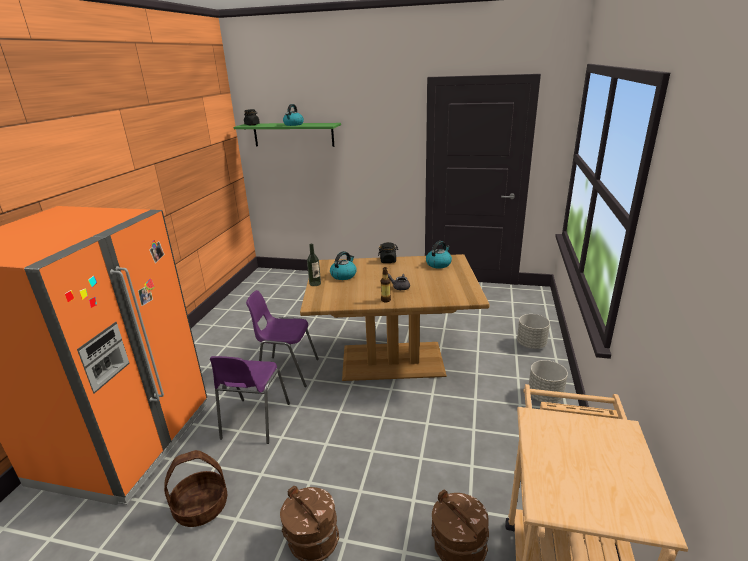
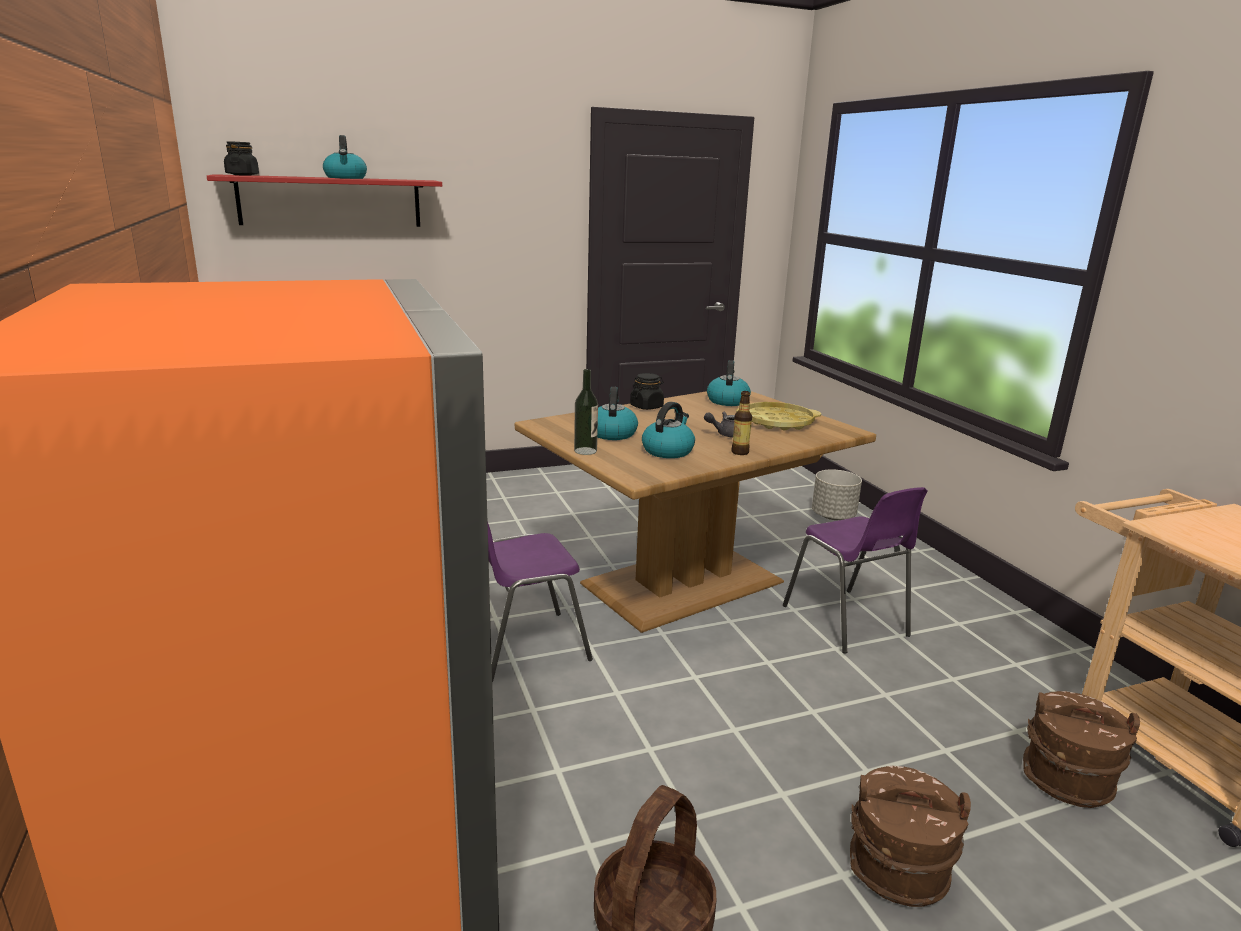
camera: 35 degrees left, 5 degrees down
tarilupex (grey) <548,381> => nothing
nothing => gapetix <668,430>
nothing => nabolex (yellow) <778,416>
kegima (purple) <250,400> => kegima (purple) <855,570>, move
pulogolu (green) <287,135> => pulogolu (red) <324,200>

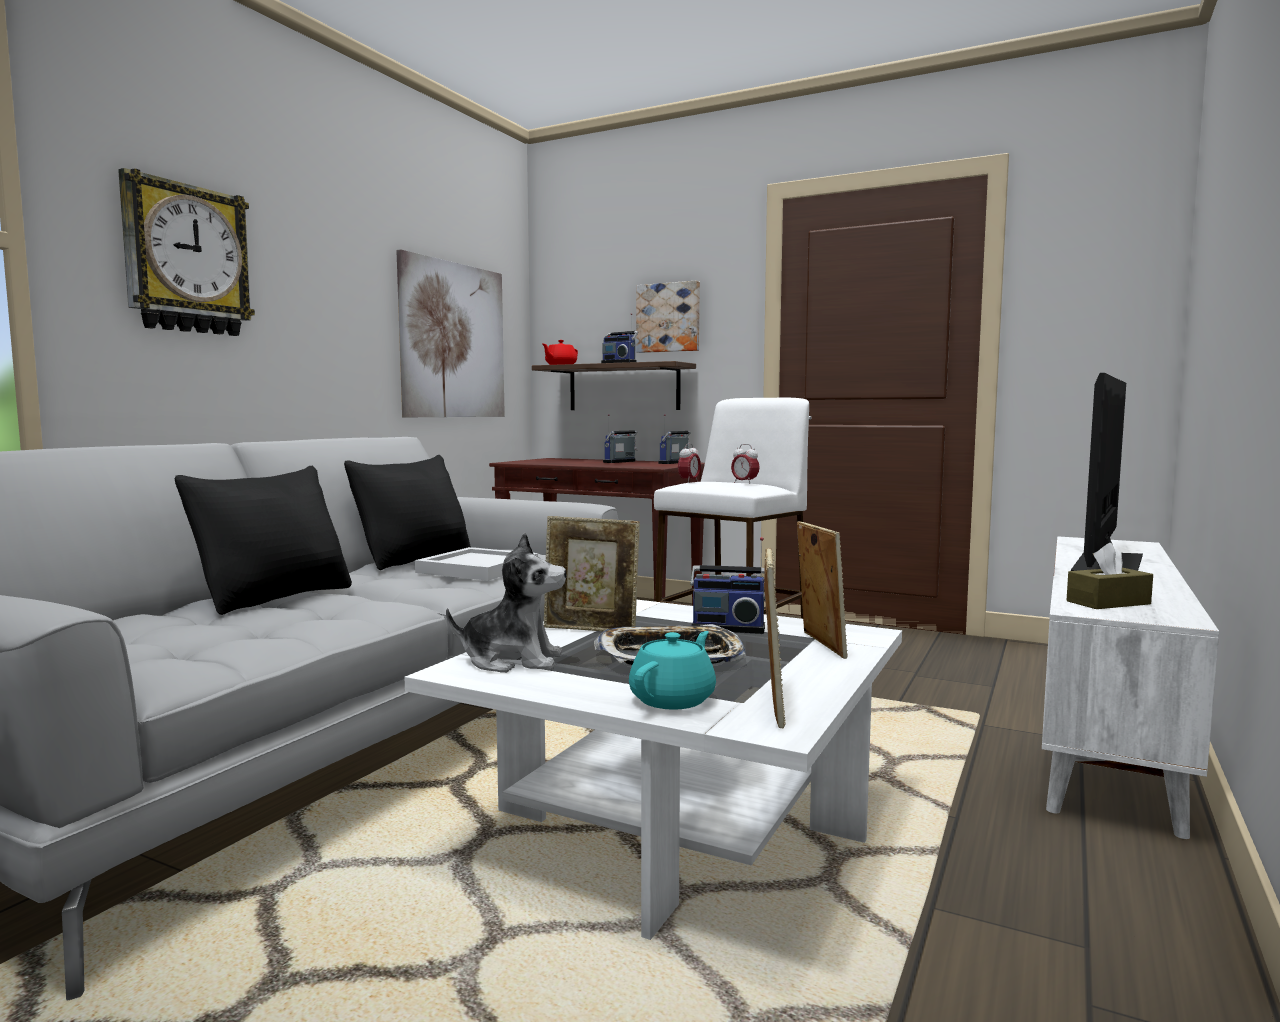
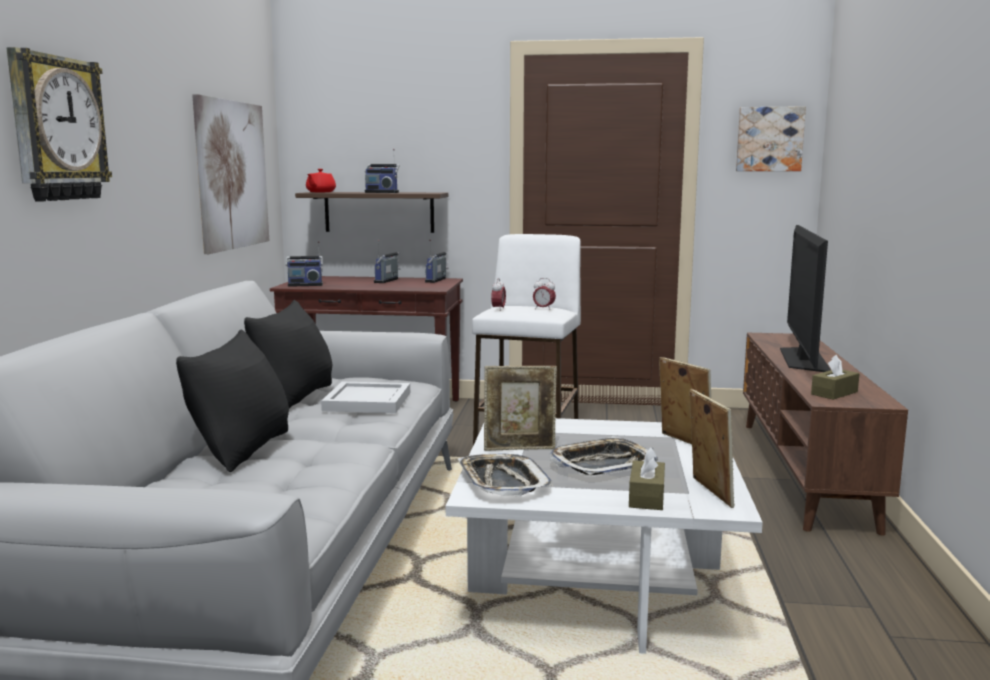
camera: 20 degrees left, 5 degrees up
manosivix <668,317> => manosivix <771,138>, move
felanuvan <727,585> => felanuvan <304,264>, move
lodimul <506,603> => nabolex <505,475>
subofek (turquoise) <672,670> => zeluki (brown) <647,478>
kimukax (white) <1130,687> => kimukax (brown) <825,434>

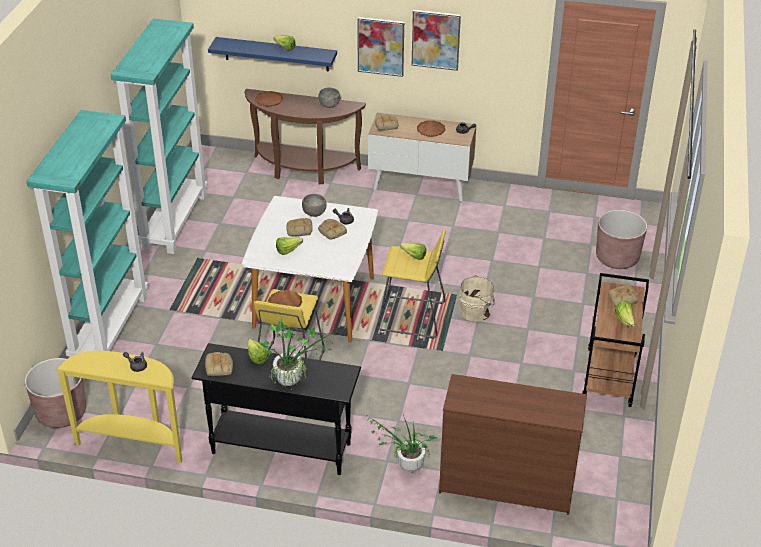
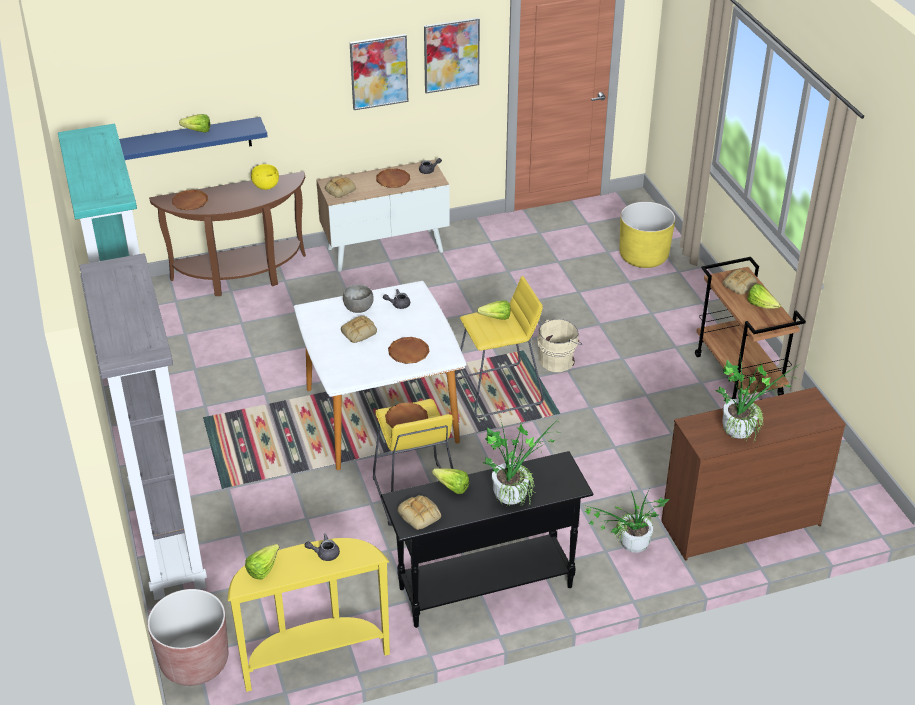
camera: 30 degrees left, 0 degrees up
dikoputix <332,229> => nothing
nothing => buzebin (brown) <409,350>
nothing => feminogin <758,397>
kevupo <289,246> => kevupo <262,561>, move
manosivix <380,47> => manosivix <452,55>, move
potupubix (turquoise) <87,234> => potupubix (grey) <143,426>
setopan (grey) <329,98> => setopan (yellow) <265,177>
tarilupex (brown) <621,239> => tarilupex (yellow) <647,235>

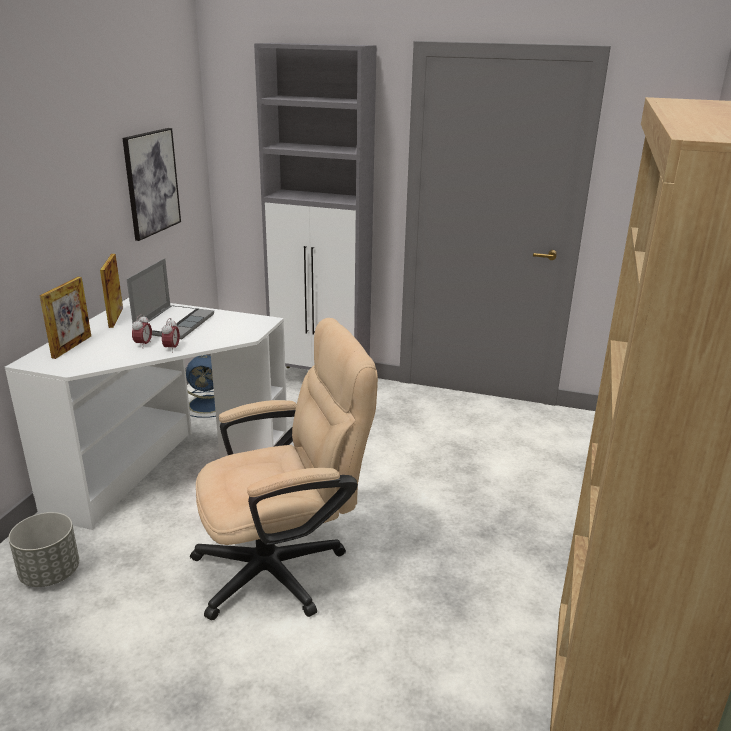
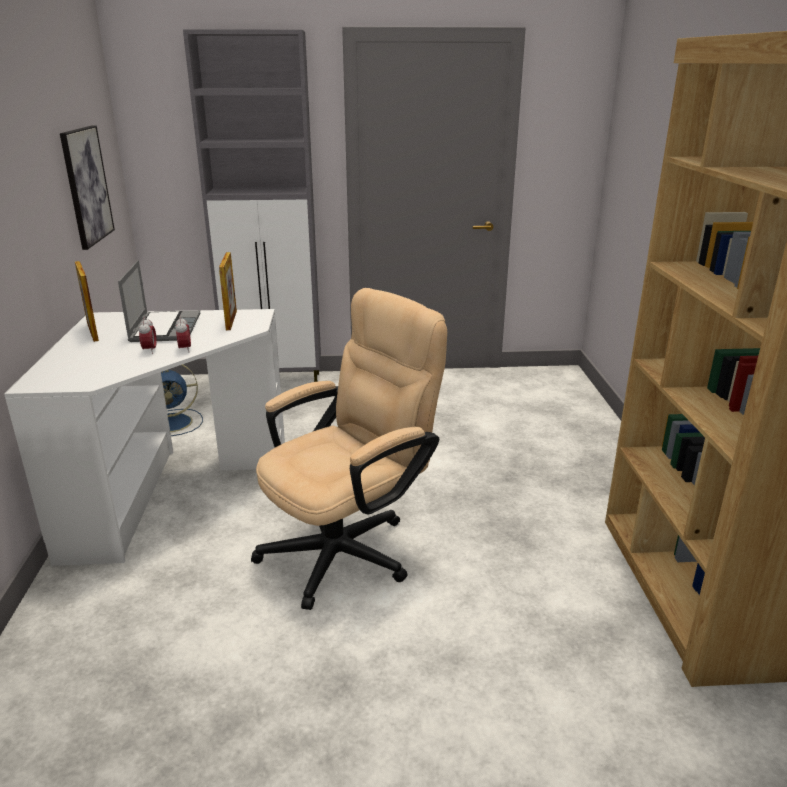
camera: 20 degrees left, 0 degrees up
tarilupex (grey) <44,549> => nothing
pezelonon <65,318> => pezelonon <228,291>, move

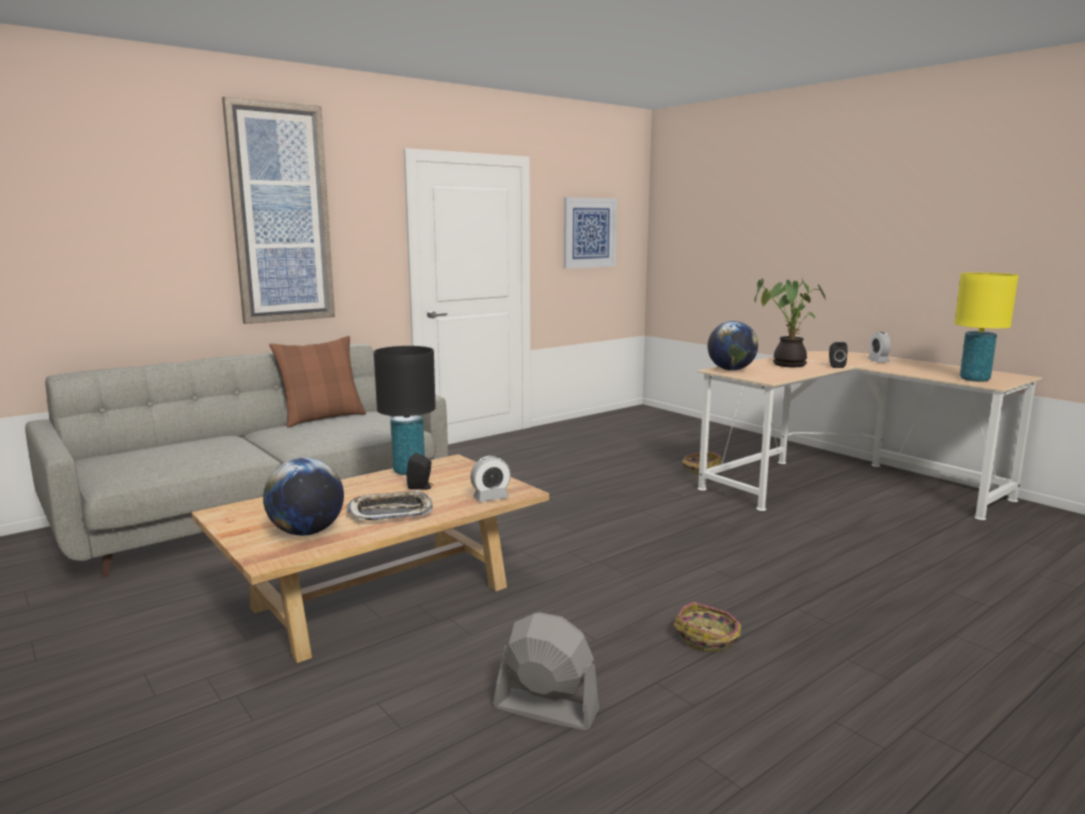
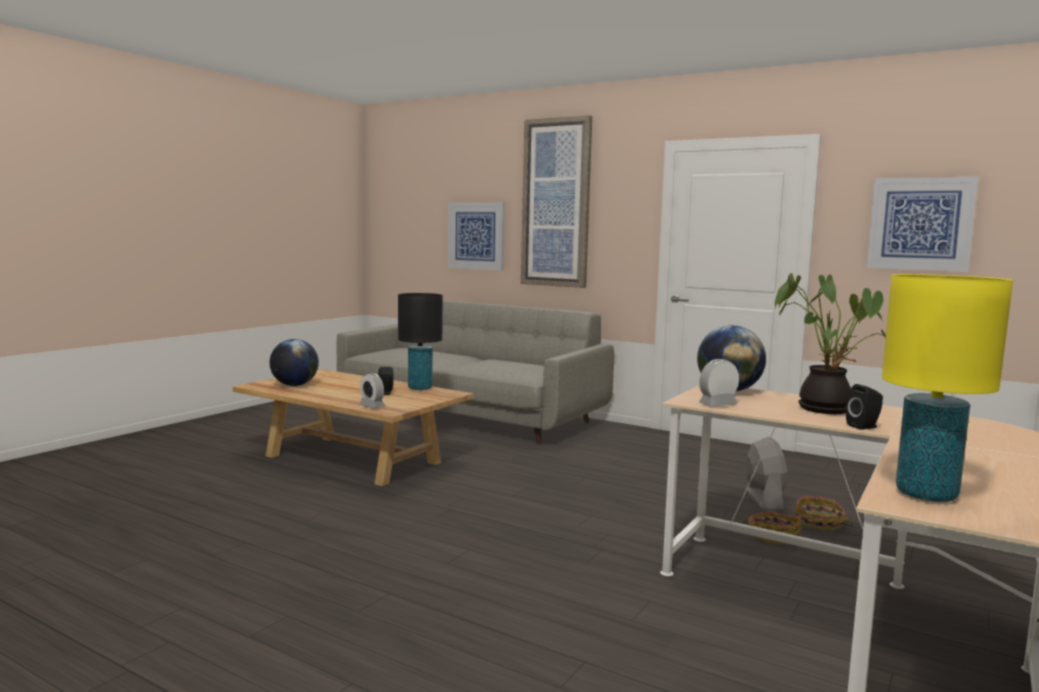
camera: 70 degrees right, 5 degrees down
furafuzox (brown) <317,381> => nothing
nabolex <390,505> => nothing
nothing => manosivix <476,236>
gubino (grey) <546,671> => gubino (grey) <766,473>, move
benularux <707,627> => benularux <825,513>, move
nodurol <879,347> => nodurol <719,383>, move

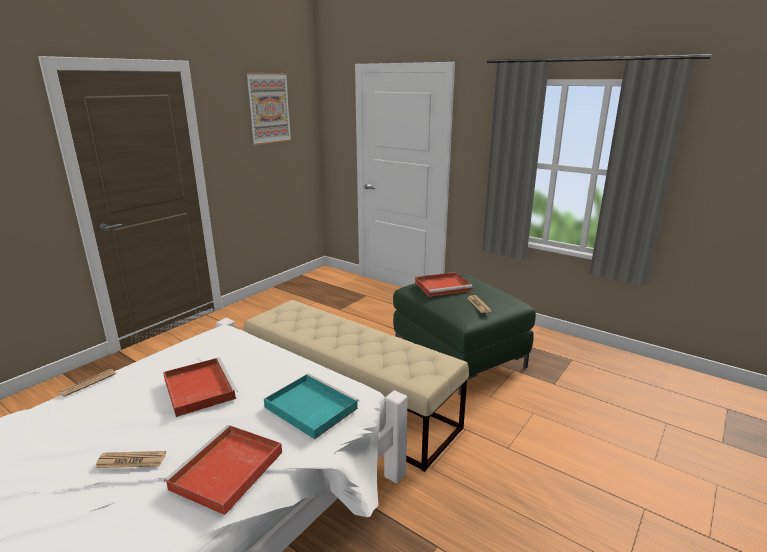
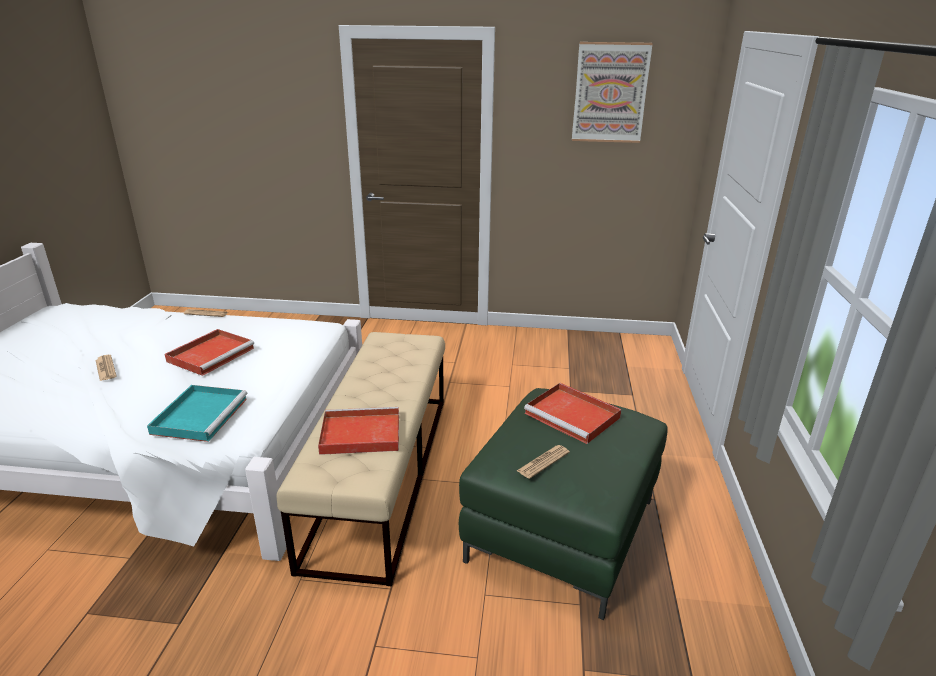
camera: 60 degrees right, 5 degrees up
nabolex (red) <223,470> => nabolex (red) <358,431>, move

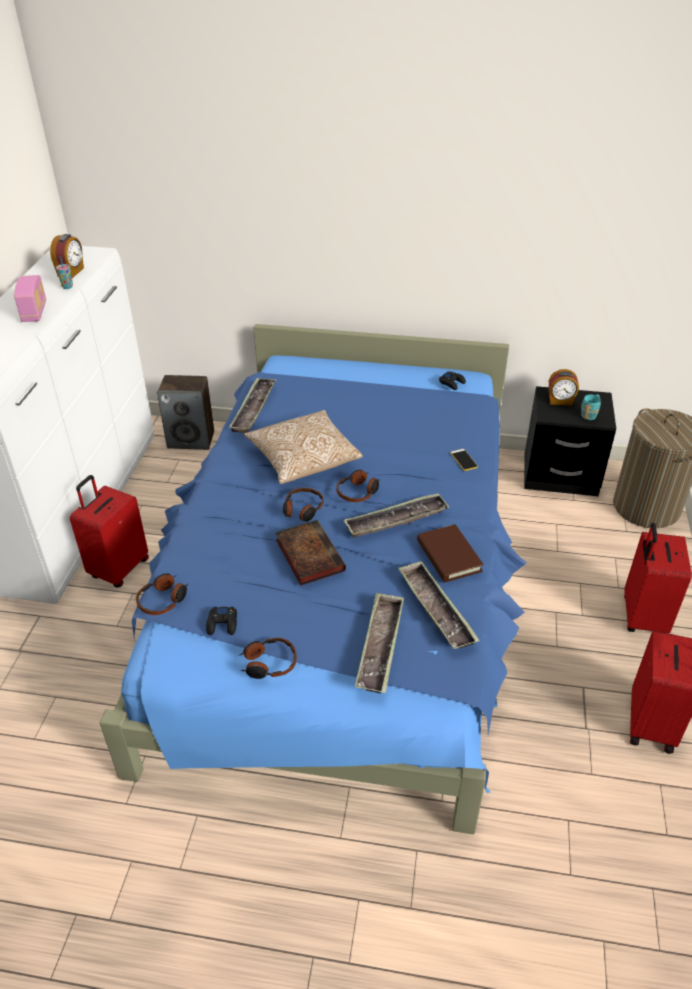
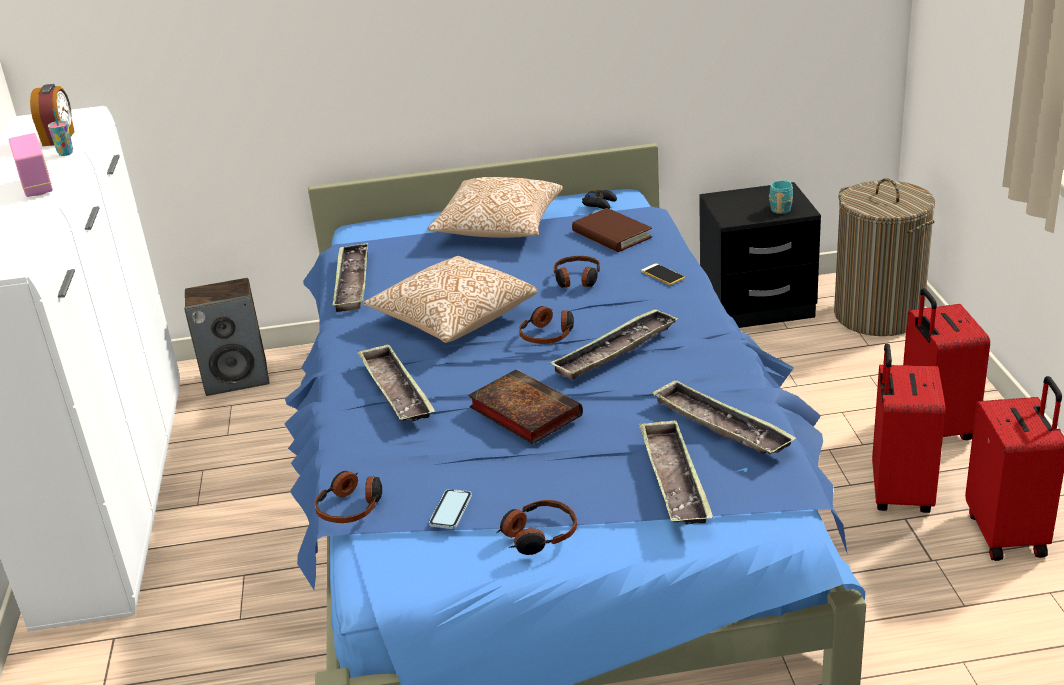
camera: 15 degrees left, 10 degrees down
nodurol <564,387> => nothing
nothing => nabolex <396,382>
nothing => furafuzox <495,207>
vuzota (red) <109,531> => vuzota (red) <908,428>, move
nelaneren <303,505> => nelaneren <577,272>, move
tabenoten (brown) <450,553> => tabenoten (brown) <612,230>, move
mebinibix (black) <221,621> => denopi <450,509>

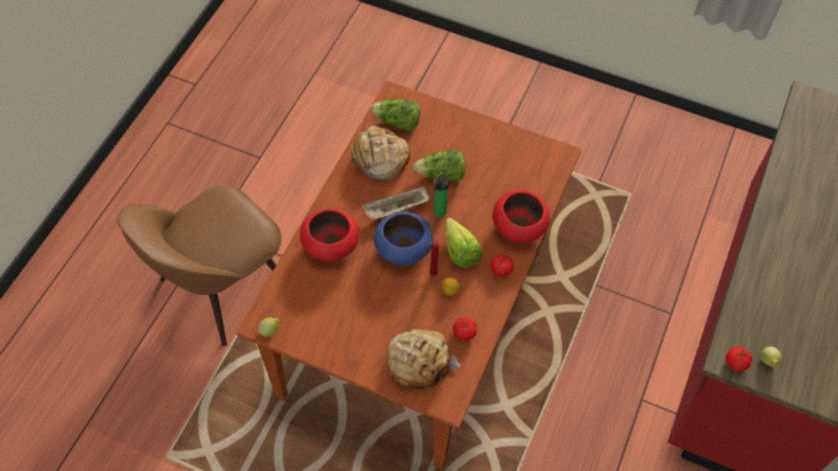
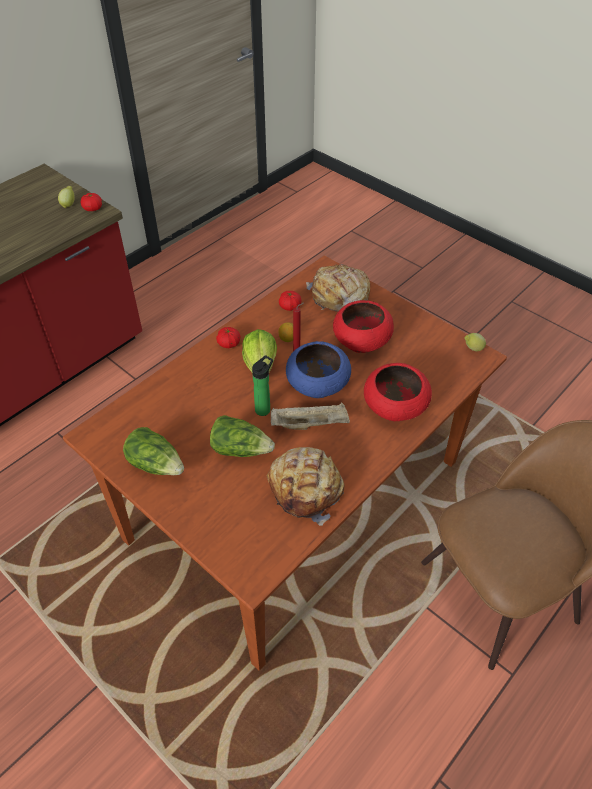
camera: 160 degrees left, 10 degrees down
kevupo <395,115> => kevupo <153,451>, move
setopan (red) <521,216> => setopan (red) <363,326>, move

